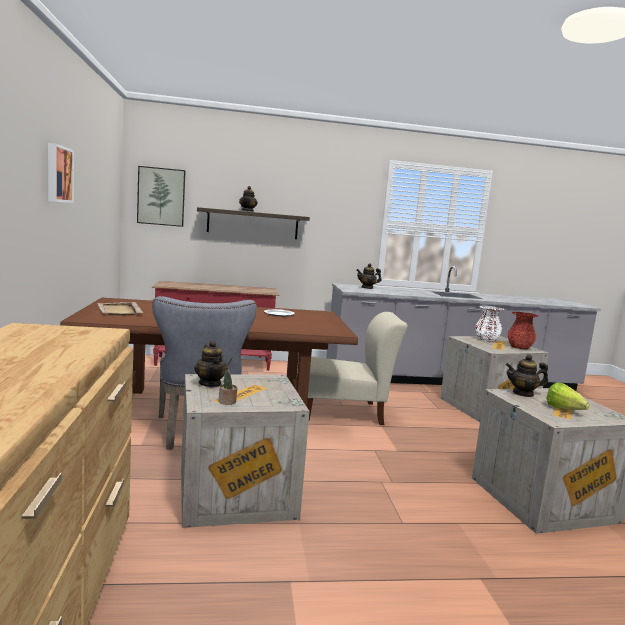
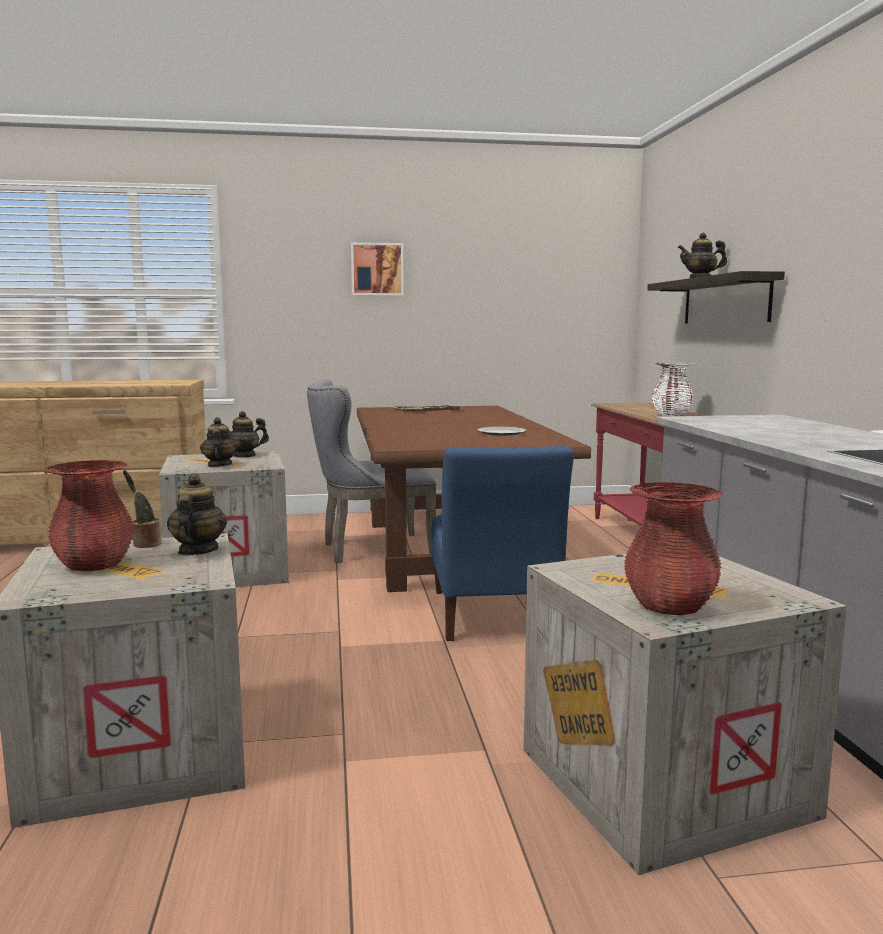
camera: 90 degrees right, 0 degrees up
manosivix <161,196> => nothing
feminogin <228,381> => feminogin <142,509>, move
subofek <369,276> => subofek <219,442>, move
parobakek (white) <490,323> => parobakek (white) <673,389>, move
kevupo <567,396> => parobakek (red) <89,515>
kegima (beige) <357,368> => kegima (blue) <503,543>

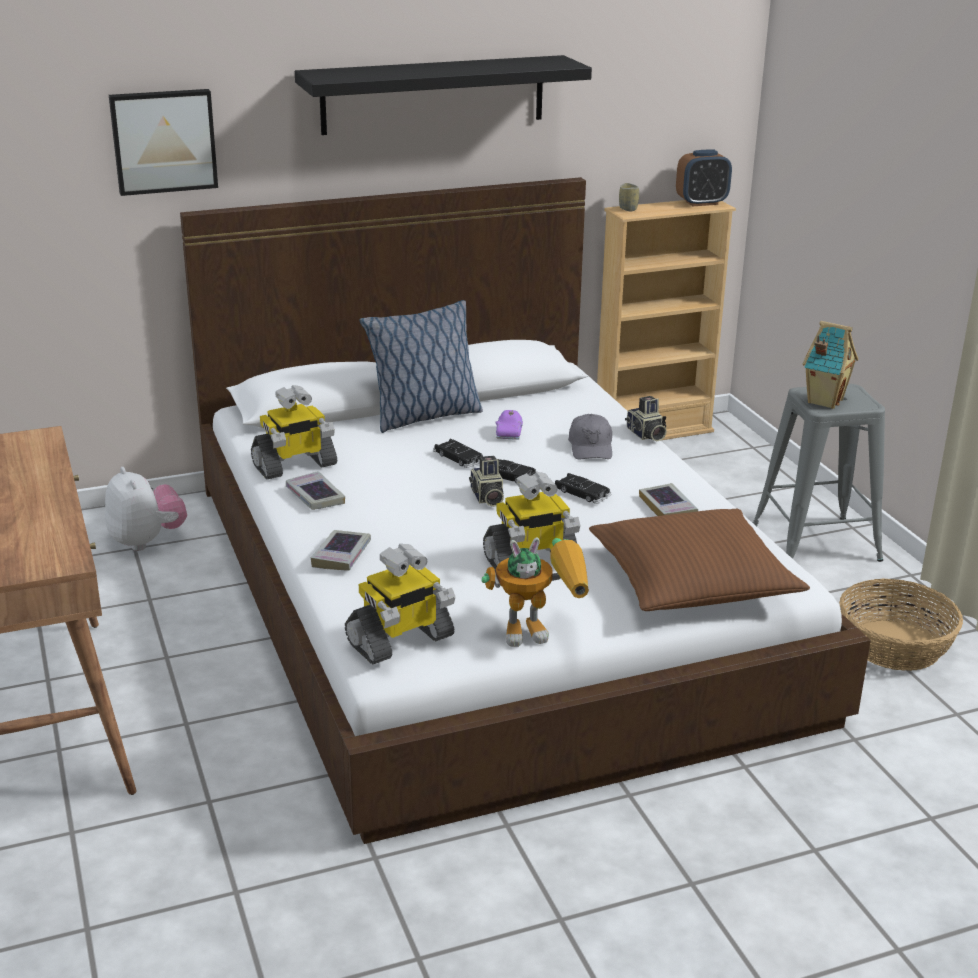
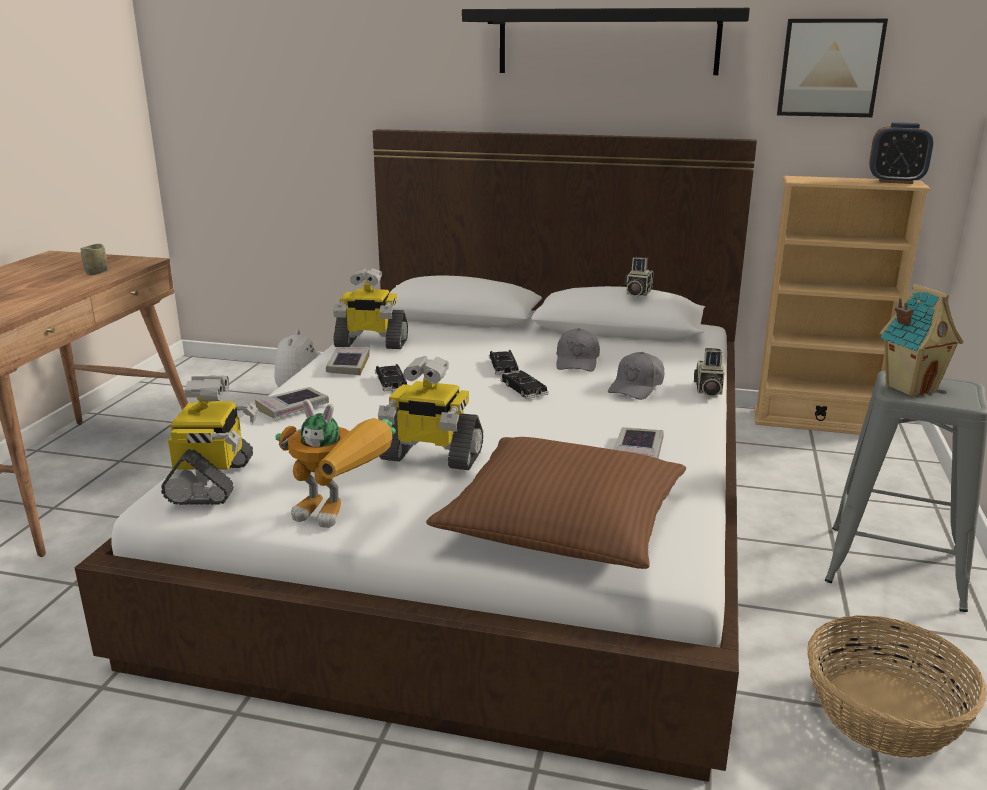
camera: 35 degrees right, 5 degrees down
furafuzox <421,366> => nothing
manosivix <163,142> => manosivix <832,68>, move
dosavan <486,481> => dosavan <638,277>, move
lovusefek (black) <583,488> => lovusefek (black) <391,377>, move
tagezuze <629,197> => tagezuze <94,259>, move
lovusefek (purple) <509,425> => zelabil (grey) <578,349>
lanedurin <400,604> => lanedurin <209,440>, 90 degrees counterclockwise

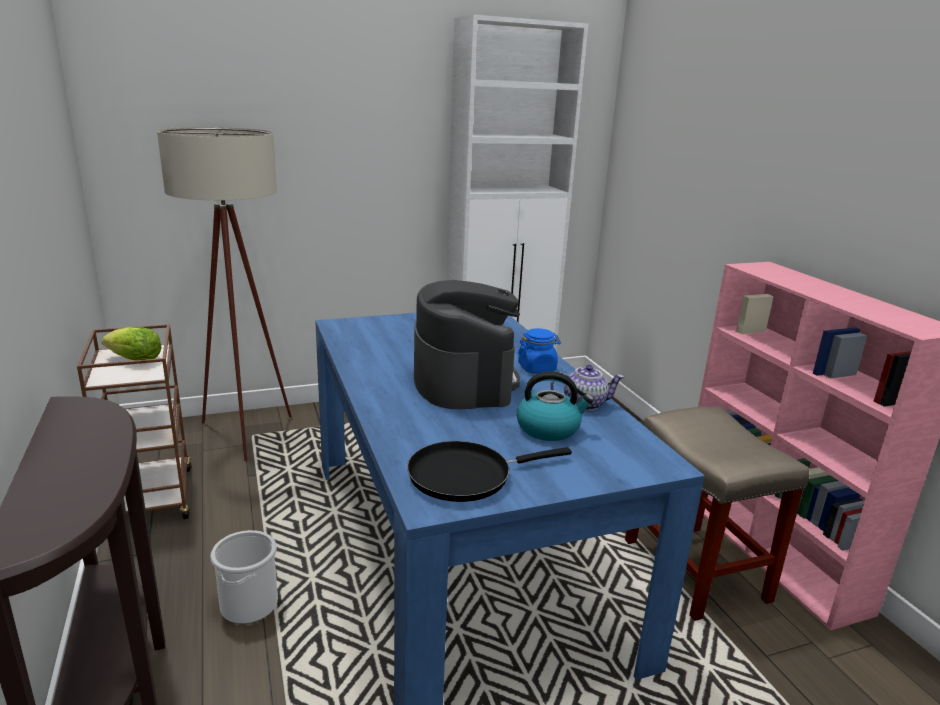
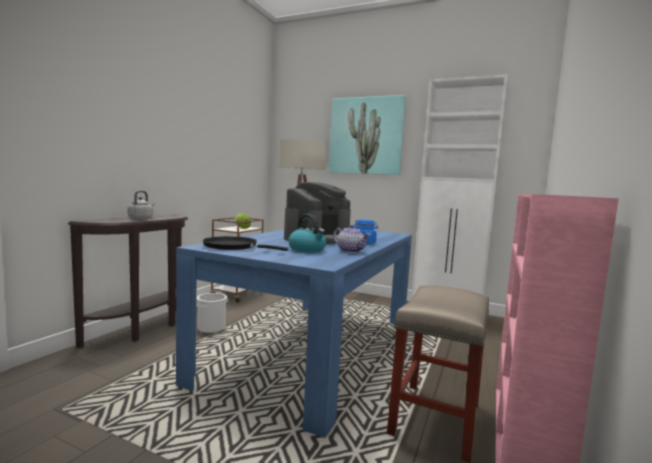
camera: 45 degrees right, 15 degrees down
nothing => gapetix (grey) <141,205>
nothing => manosivix <367,135>

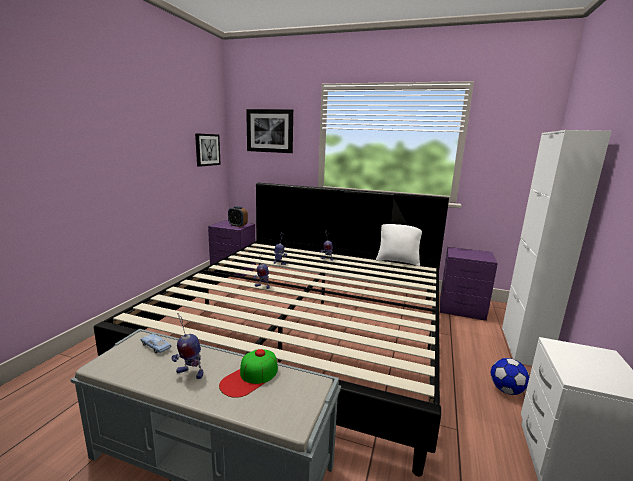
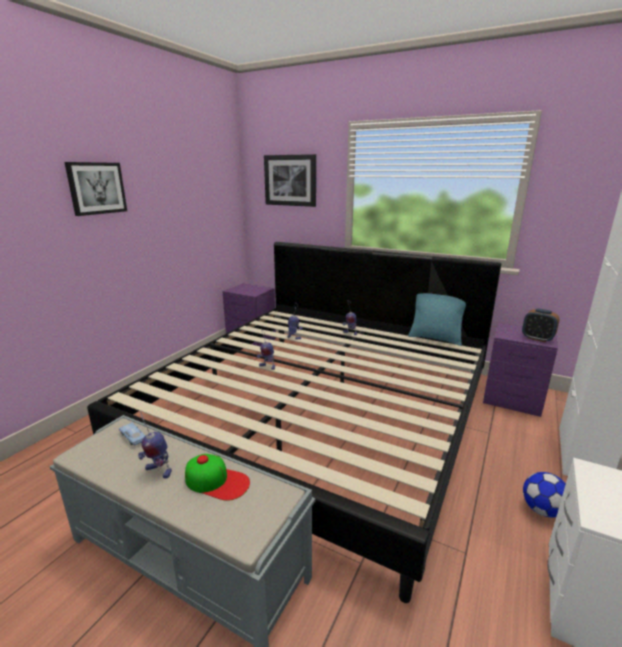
camera: 10 degrees right, 5 degrees up
manosivix <208,150> => manosivix <95,189>, move
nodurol <238,216> => nodurol <540,325>, move
furafuzox (white) <399,245> => furafuzox (turquoise) <437,319>
zelabil <248,373> => zelabil <217,477>, 120 degrees counterclockwise

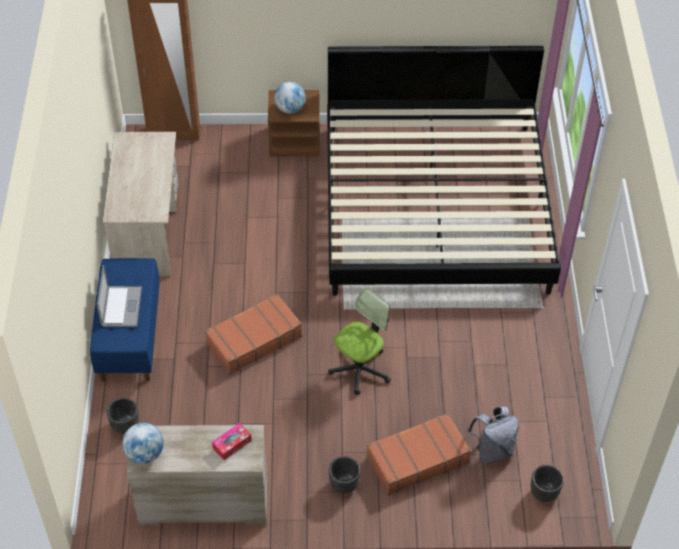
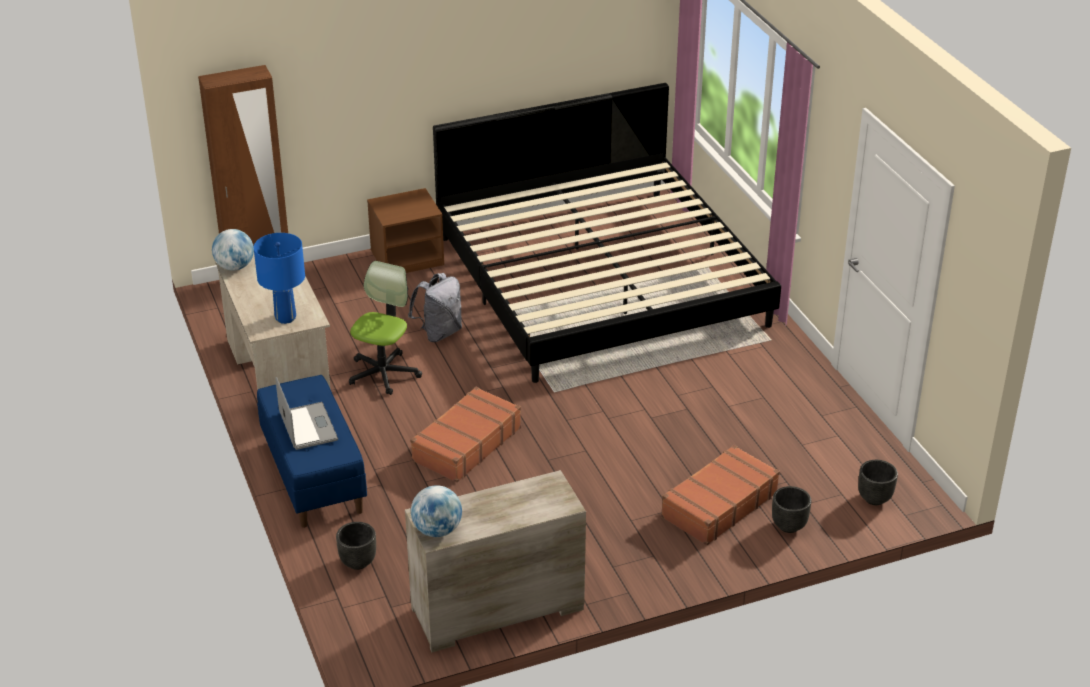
camera: 20 degrees left, 15 degrees down
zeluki <232,441> => nothing
nothing => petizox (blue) <279,278>
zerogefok <290,98> => zerogefok <233,250>, move
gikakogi <359,341> => gikakogi <385,328>, move
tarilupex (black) <344,474> => tarilupex (black) <791,509>, move
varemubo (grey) <493,435> => varemubo (grey) <435,307>, move

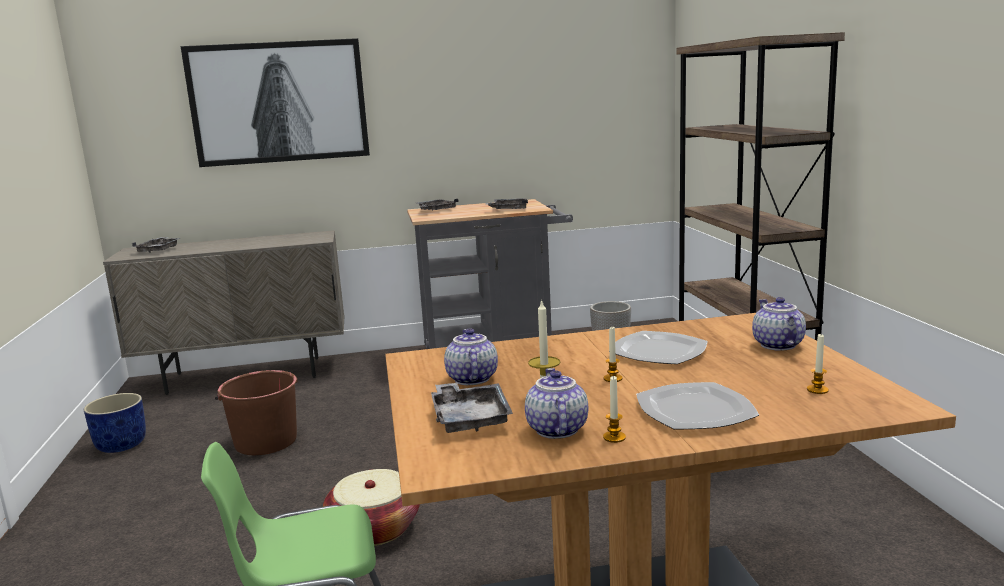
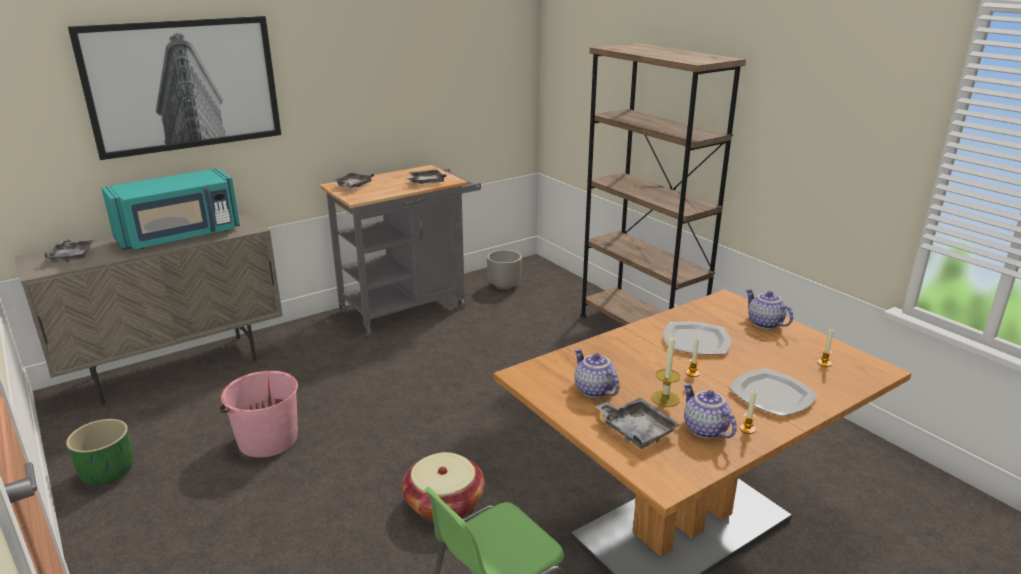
camera: 25 degrees left, 10 degrees up
nothing => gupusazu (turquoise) <170,209>
tarilupex (blue) <115,423> => tarilupex (green) <99,452>
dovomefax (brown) <256,412> => dovomefax (pink) <259,414>

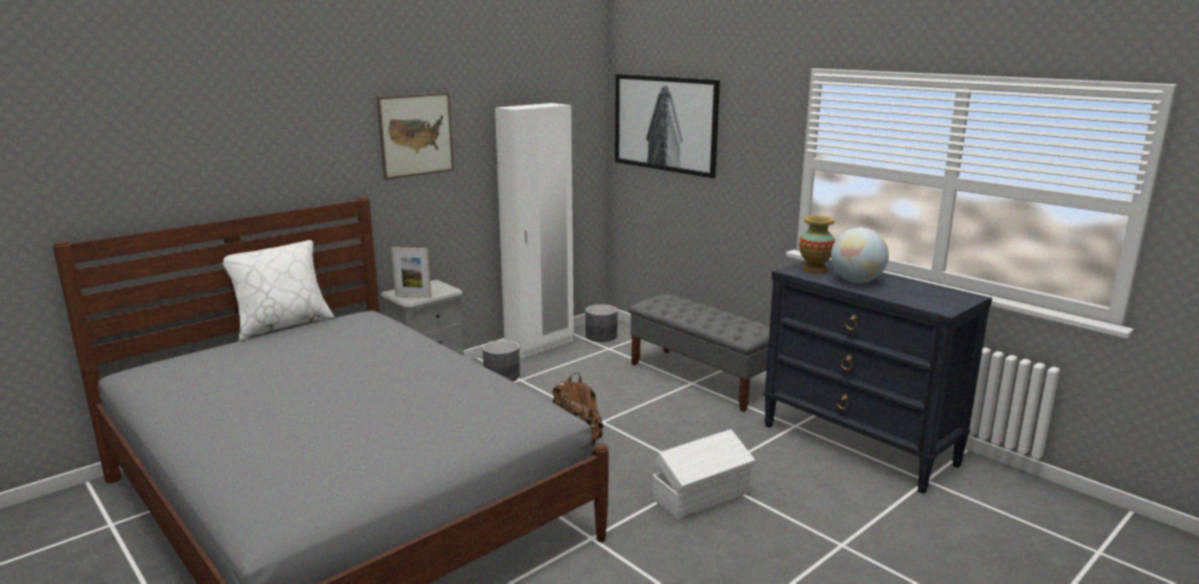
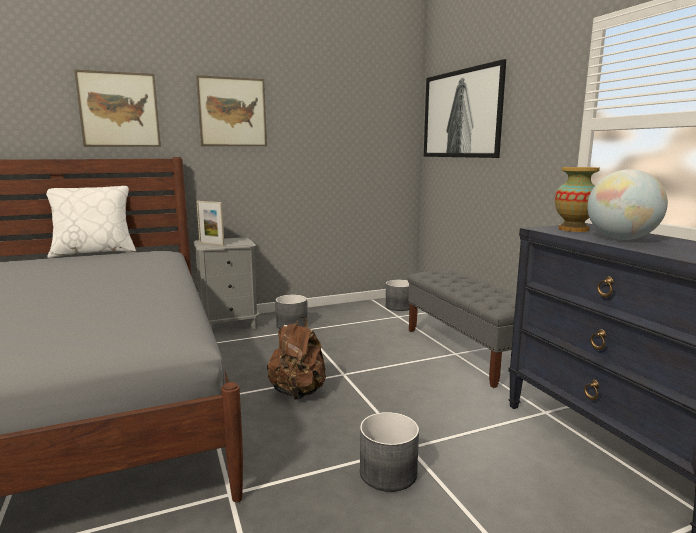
camera: 20 degrees right, 5 degrees down
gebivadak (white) <534,231> => nothing
nothing => manosivix <117,108>
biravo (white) <704,474> => tarilupex (grey) <389,452>

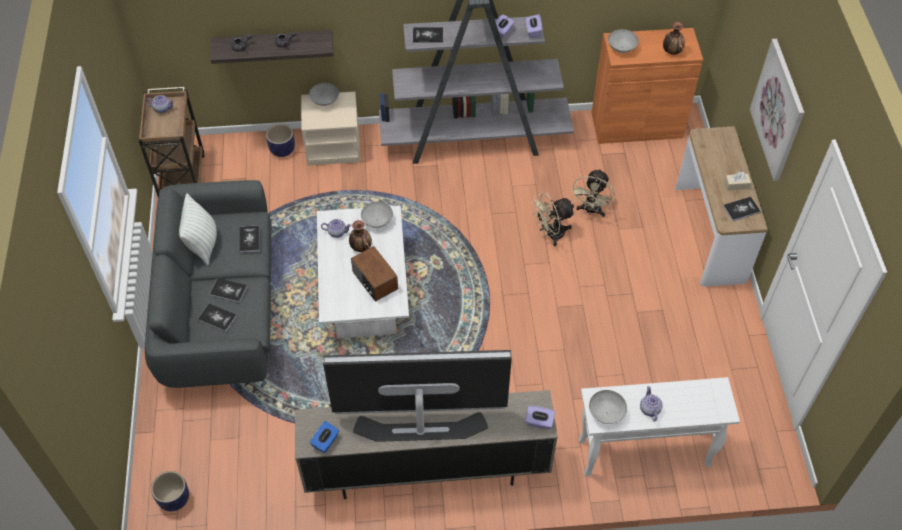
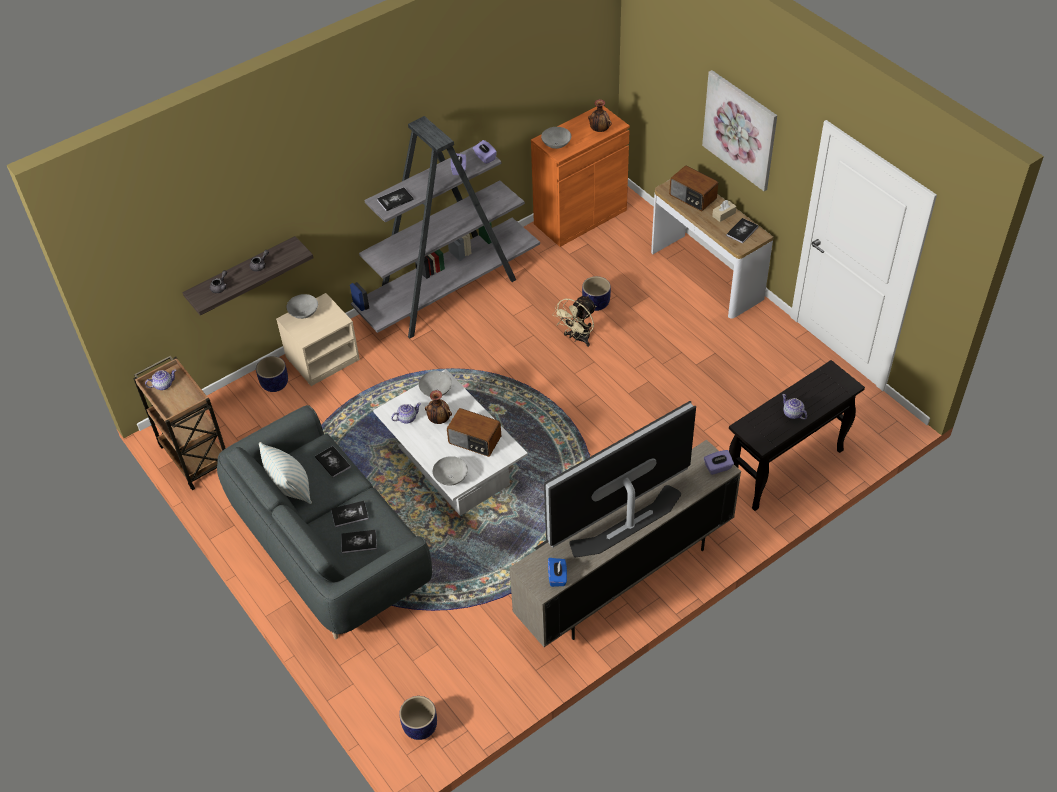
camera: 30 degrees left, 5 degrees down
nothing => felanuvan <693,188>
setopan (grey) <608,407> => setopan (grey) <450,471>, move
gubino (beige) <593,193> => tarilupex <596,293>
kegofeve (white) <659,426> => kegofeve (black) <797,435>

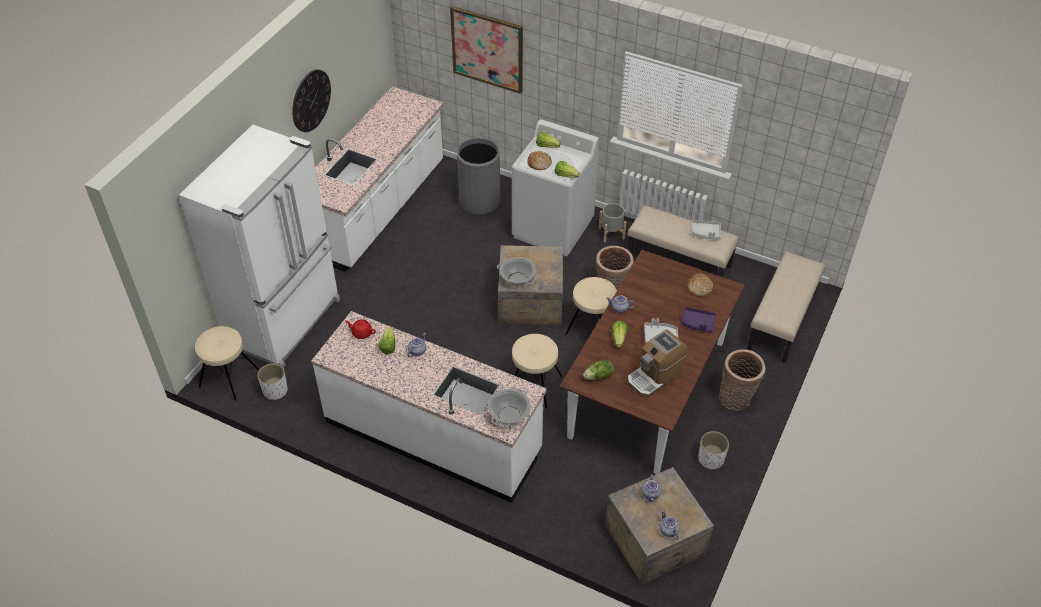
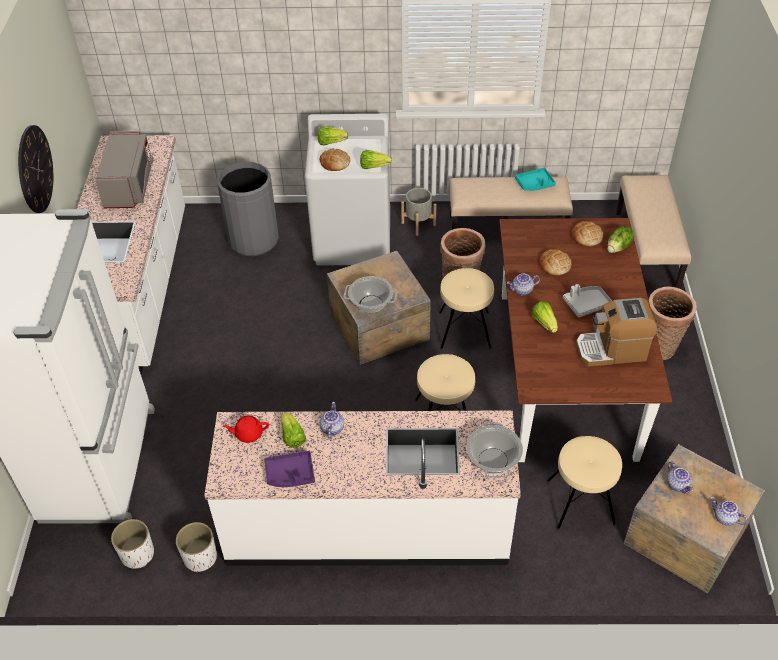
camera: 25 degrees left, 0 degrees up
manosivix <486,50> => nothing
nothing => gupusazu (grey) <124,169>
nothing => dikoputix <555,262>
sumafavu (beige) <227,363> => sumafavu (beige) <584,483>, move
kevupo <598,370> => kevupo <620,239>, move
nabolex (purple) <699,320> => nabolex (purple) <289,469>, move
tarilupex (white) <713,450> => tarilupex (white) <196,547>, move
nabolex (grey) <706,230> => nabolex (turquoise) <535,179>
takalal <657,363> => takalal <616,332>, 60 degrees clockwise

